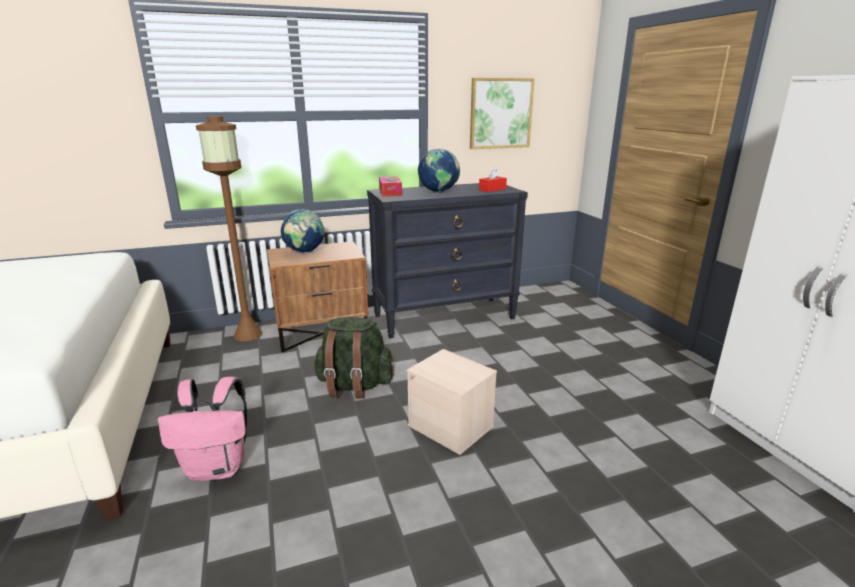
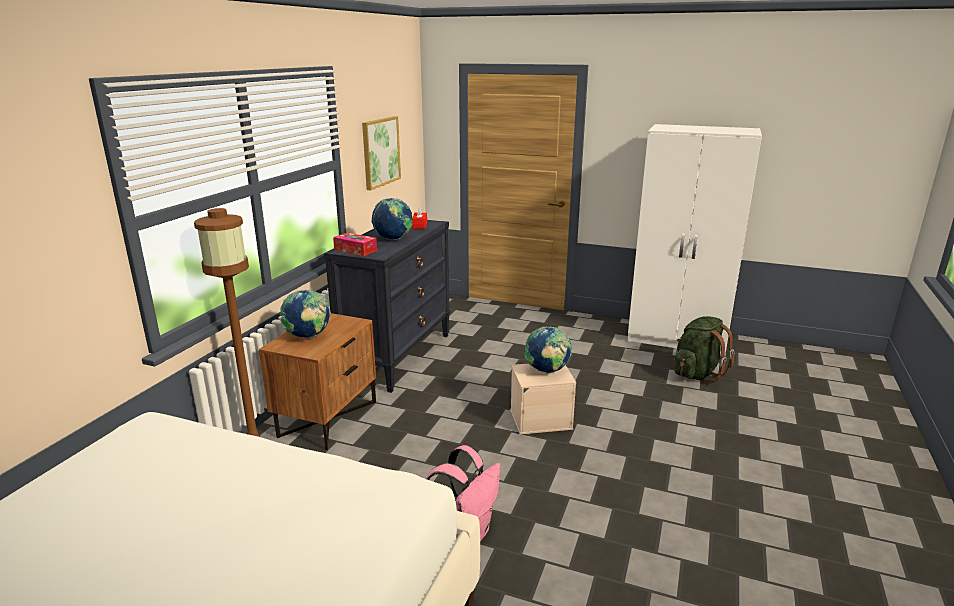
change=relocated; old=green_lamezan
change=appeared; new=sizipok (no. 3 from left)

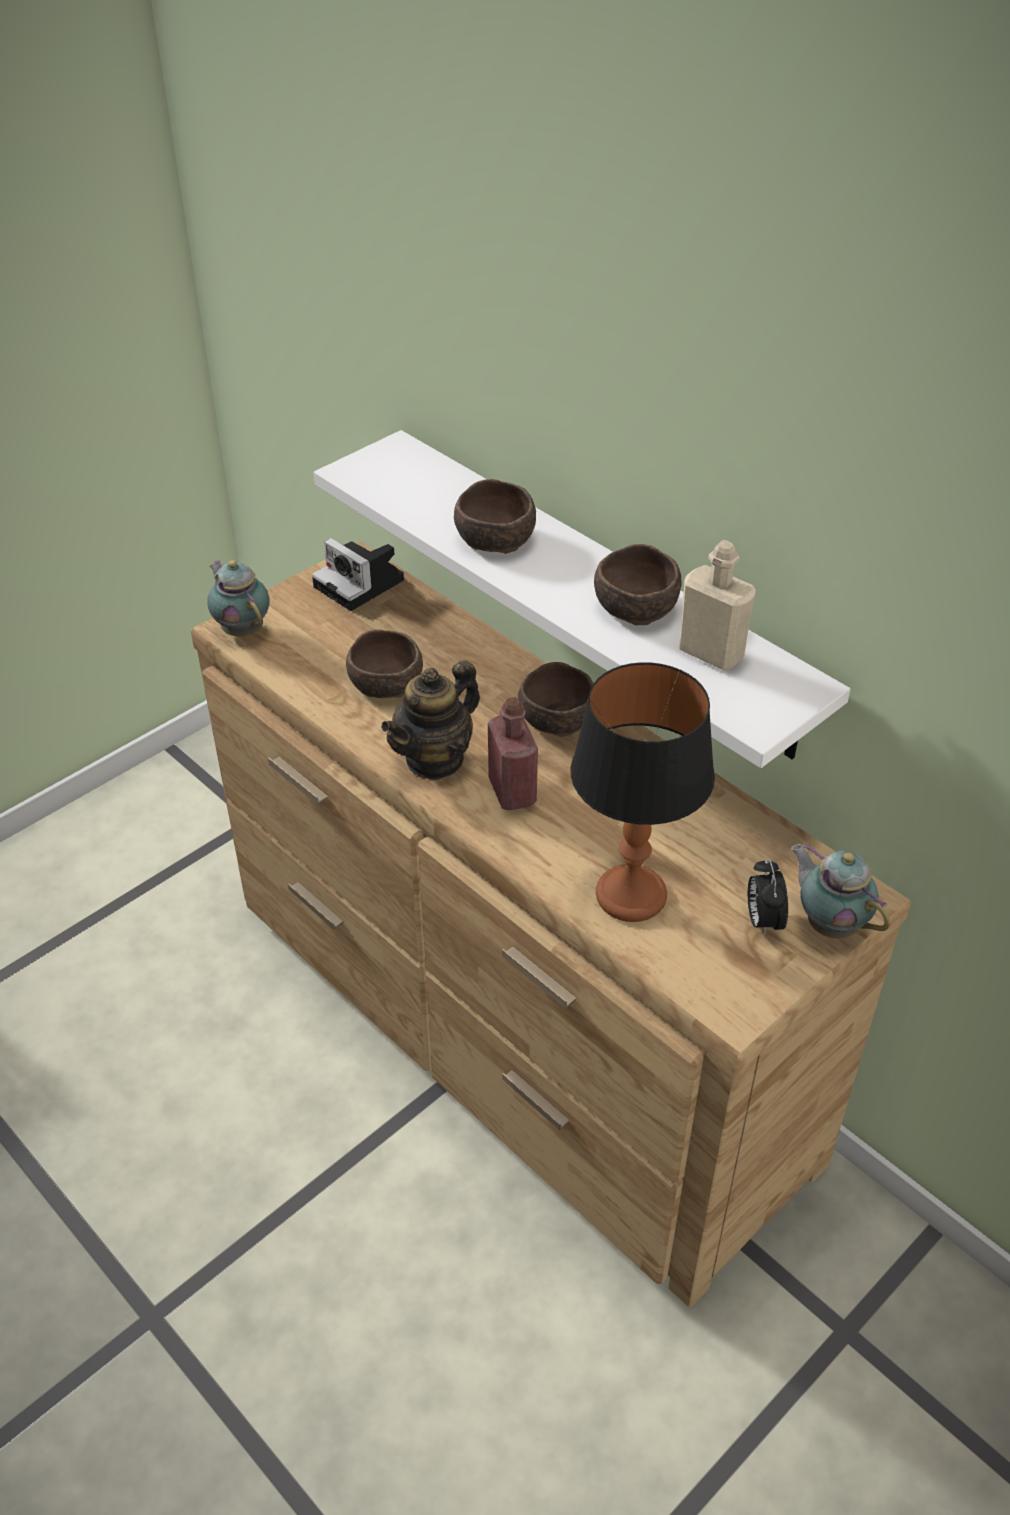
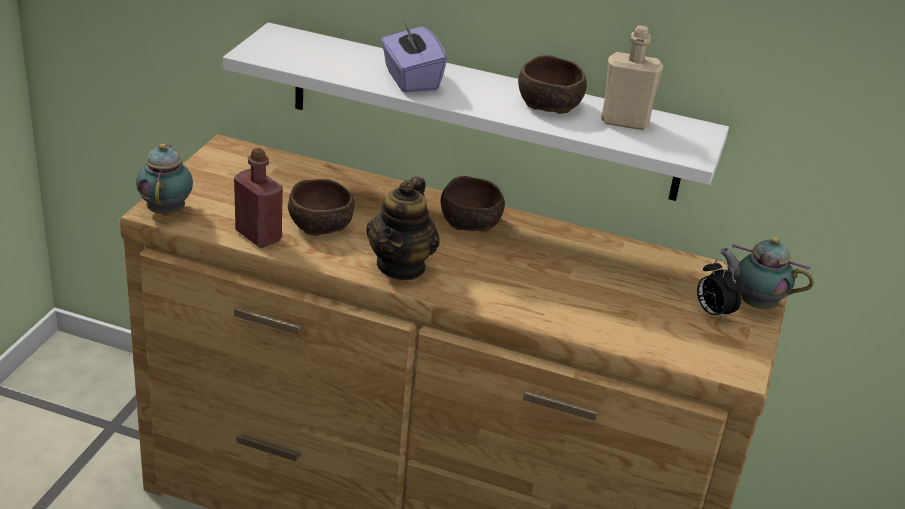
change=spun; old=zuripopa (no. 1 from left); degrees=60
change=missing; old=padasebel
change=exchanged; old=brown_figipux (no. 2 from left); new=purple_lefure
change=relocated; old=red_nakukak
change=missing; old=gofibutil

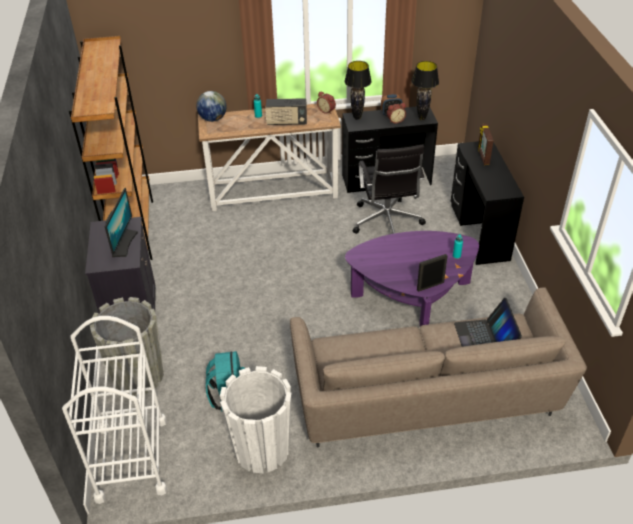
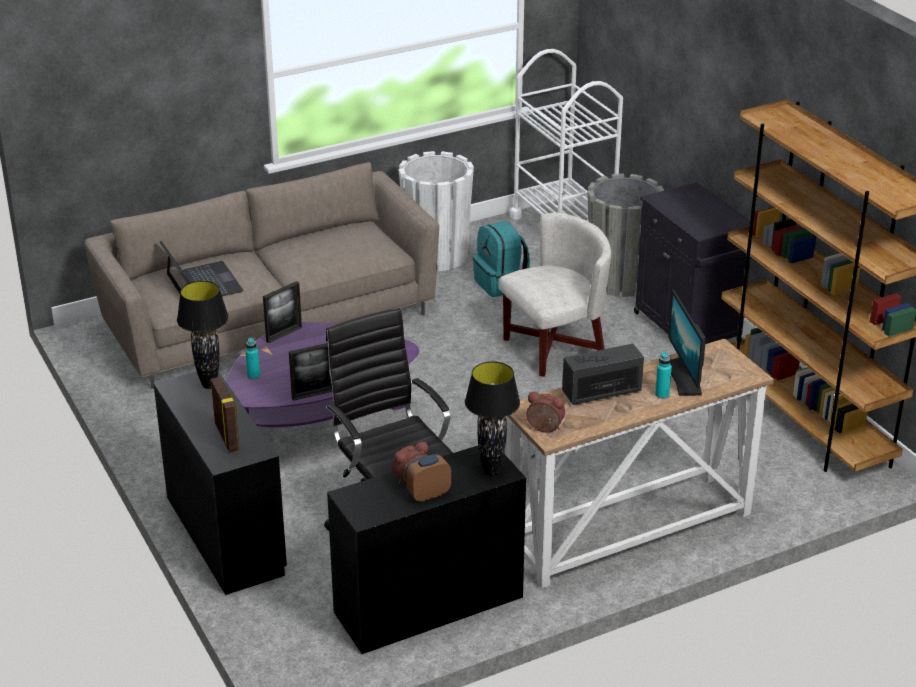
change=relocated; old=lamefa
change=missing; old=sizipok
change=relocated; old=black_gofibutil (no. 2 from left in the first image); new=black_gofibutil (no. 1 from left)
change=appeared; new=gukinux (no. 3 from left)
change=appeared; new=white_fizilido

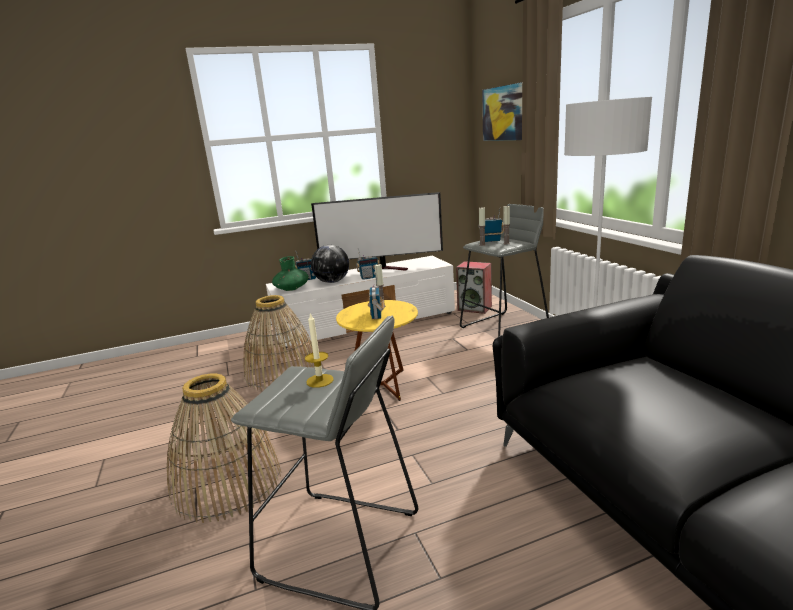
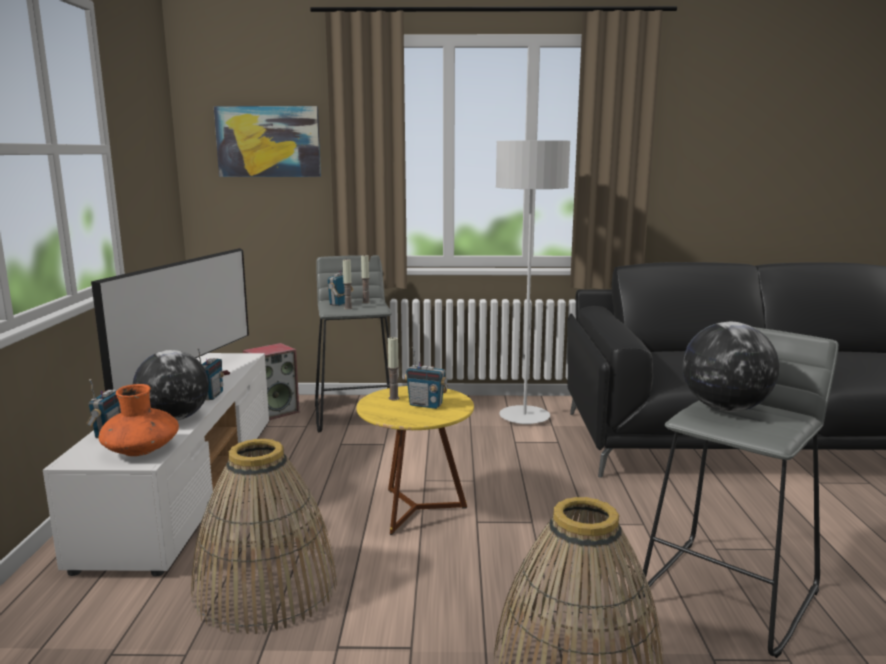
change=colour; old=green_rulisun; new=orange_rulisun
change=exchanged; old=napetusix (no. 1 from left); new=sizipok (no. 2 from left)

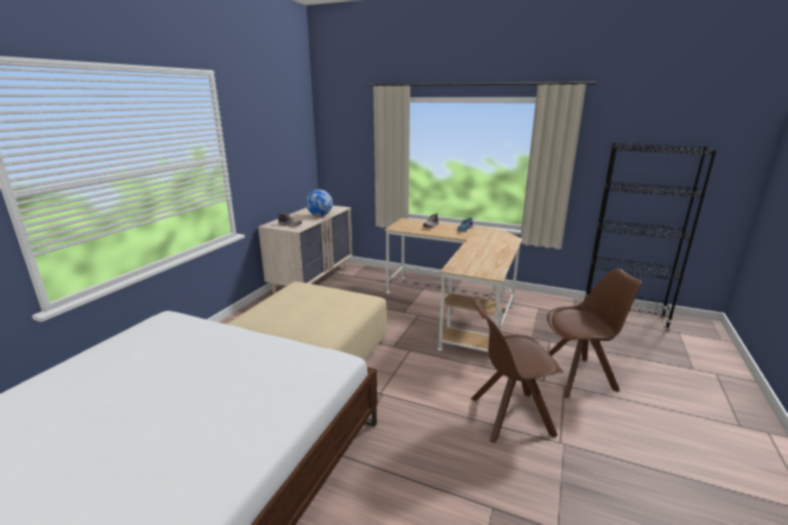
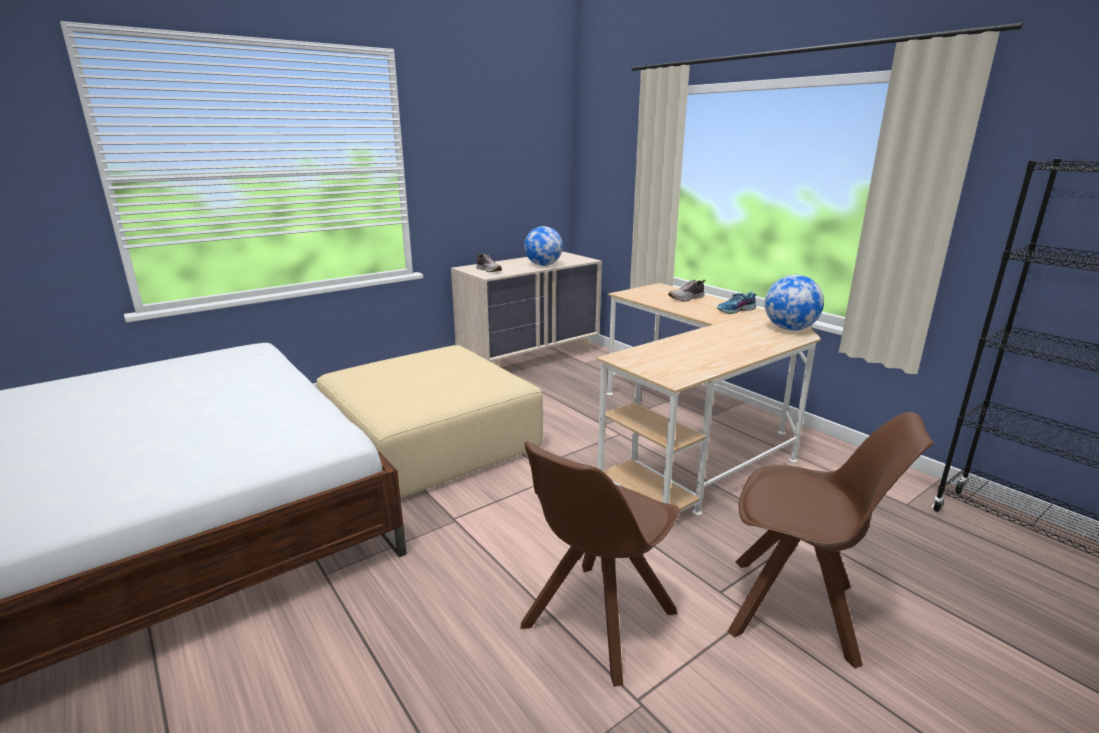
change=spun; old=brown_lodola (no. 1 from left); degrees=-75
change=appeared; new=sizipok (no. 2 from left)

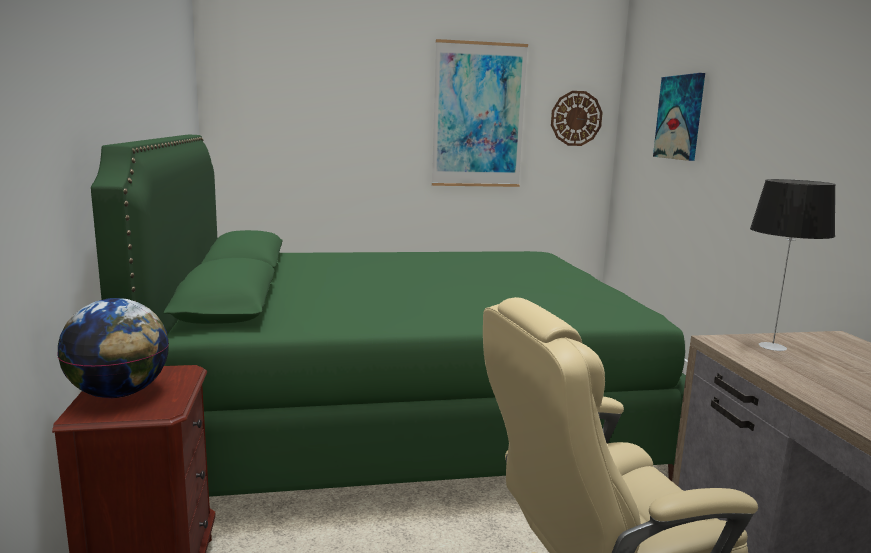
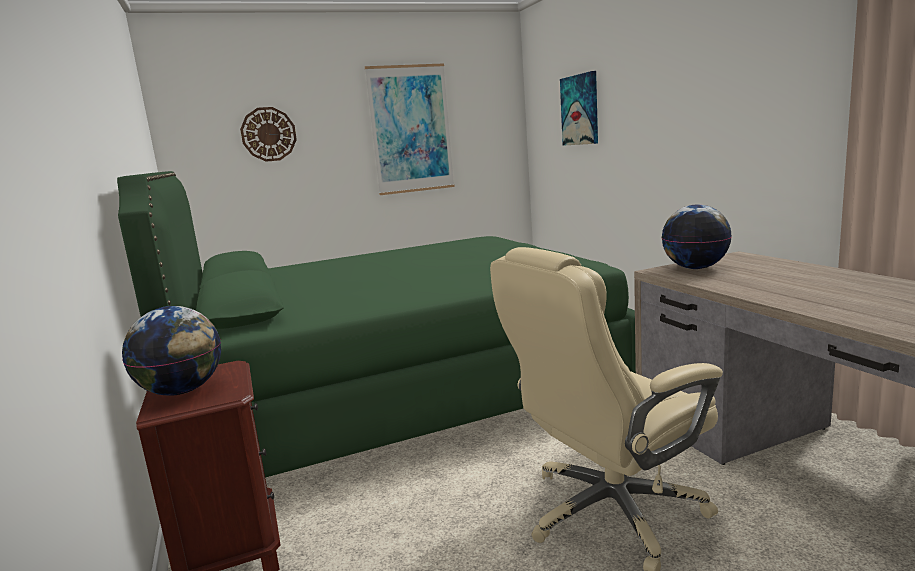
change=relocated; old=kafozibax
change=exchanged; old=gofibutil; new=sizipok (no. 2 from left)

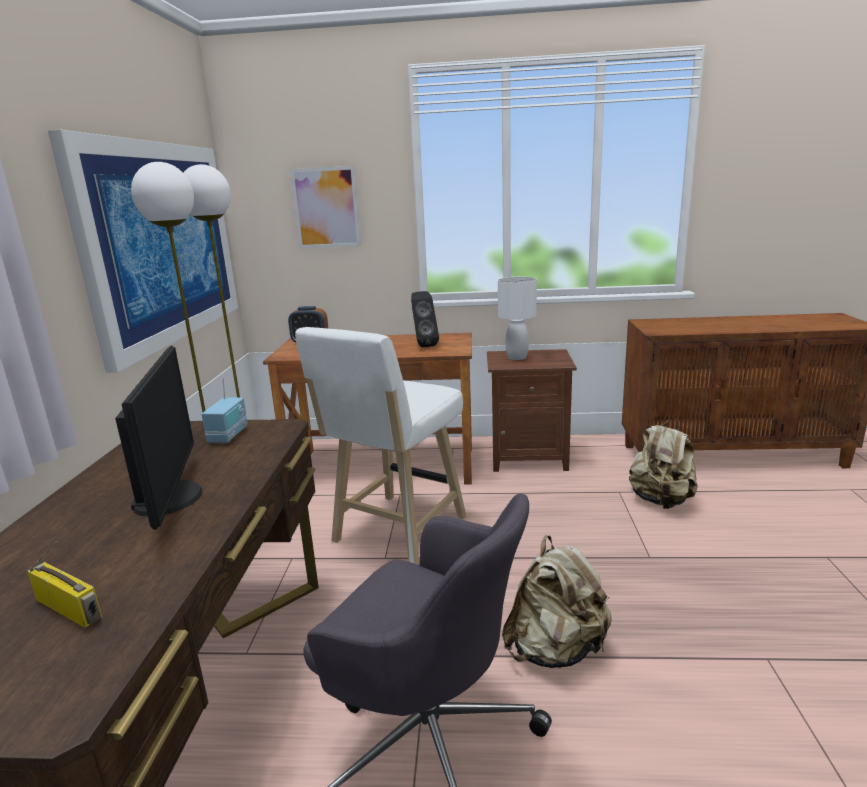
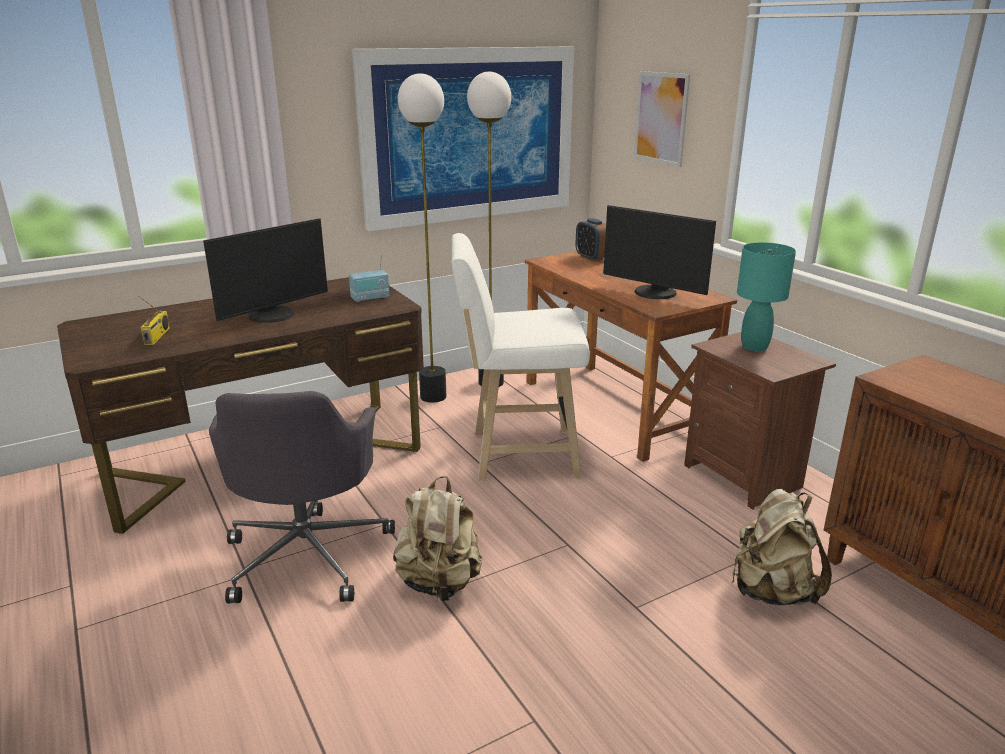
change=exchanged; old=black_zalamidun; new=lamefa (no. 2 from left)
change=colour; old=white_gofibutil; new=turquoise_gofibutil

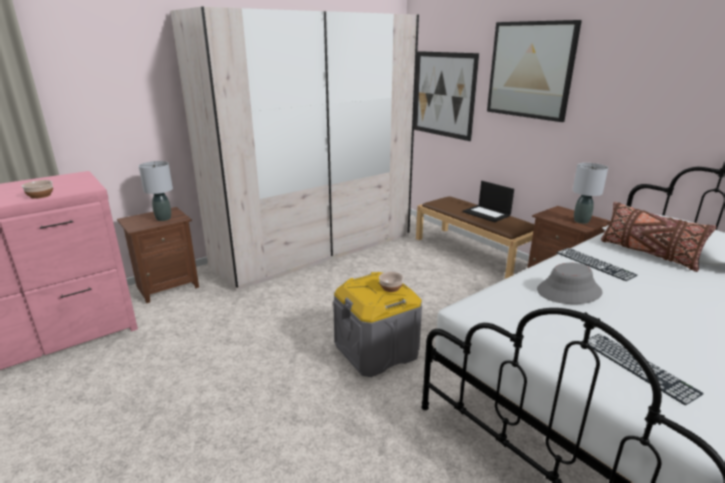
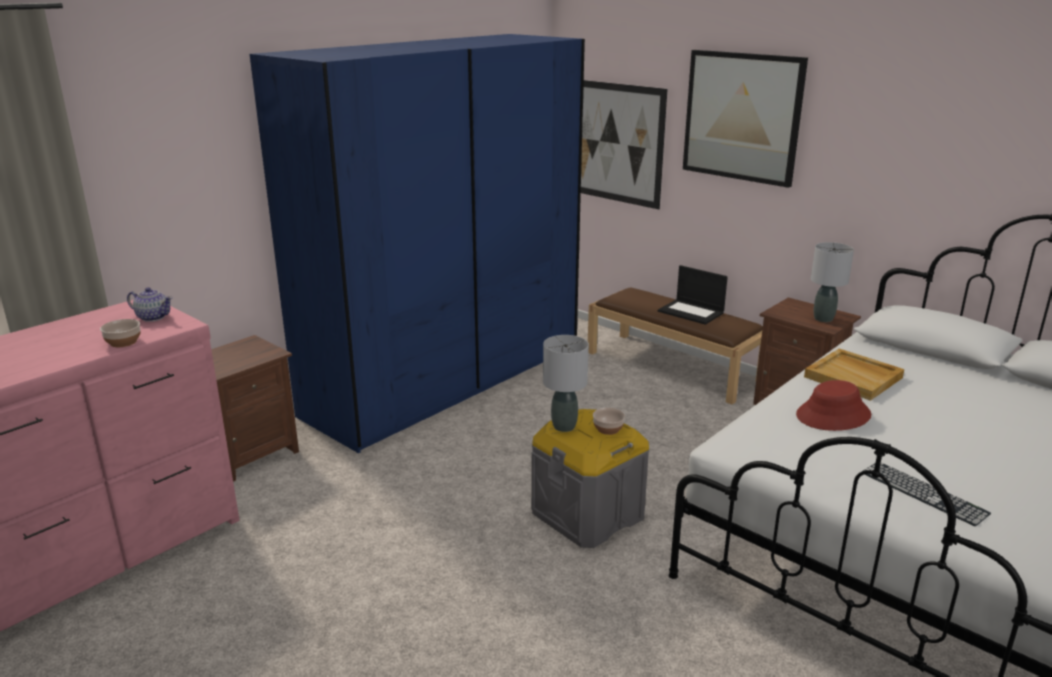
change=relocated; old=grey_gofibutil (no. 1 from left)
change=colour; old=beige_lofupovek; new=blue_lofupovek
change=colour; old=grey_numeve; new=red_numeve
change=exchanged; old=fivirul (no. 1 from left); new=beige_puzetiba
change=missing; old=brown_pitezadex
change=appeared; new=zuripopa

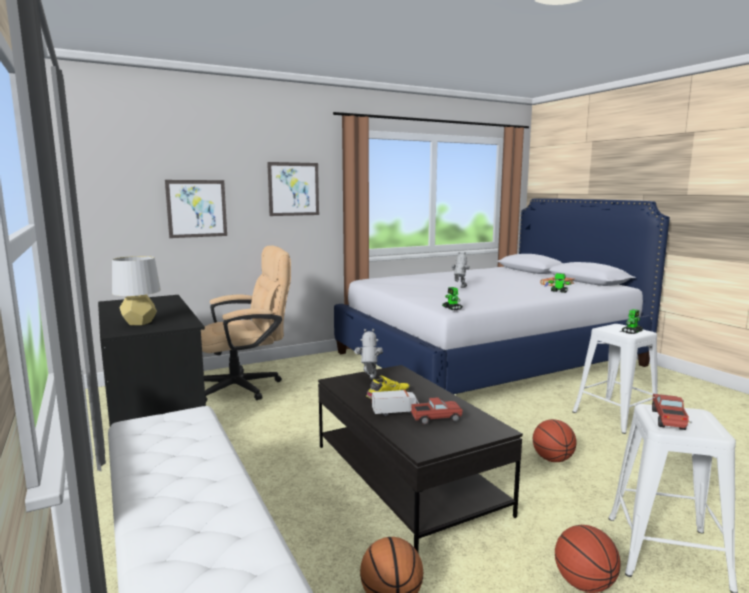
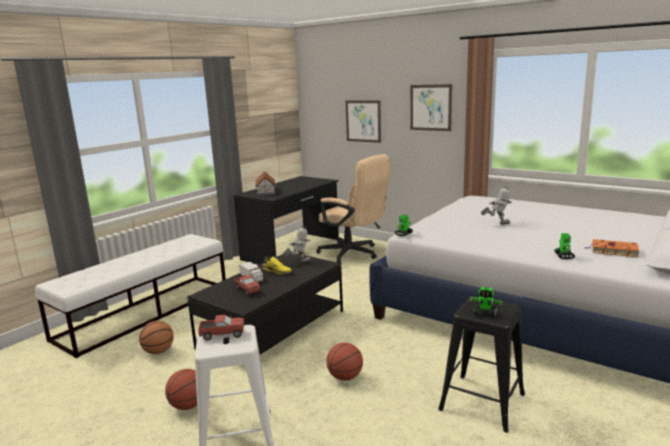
change=exchanged; old=grey_gofibutil; new=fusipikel
change=colour; old=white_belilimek (no. 1 from left); new=black_belilimek

